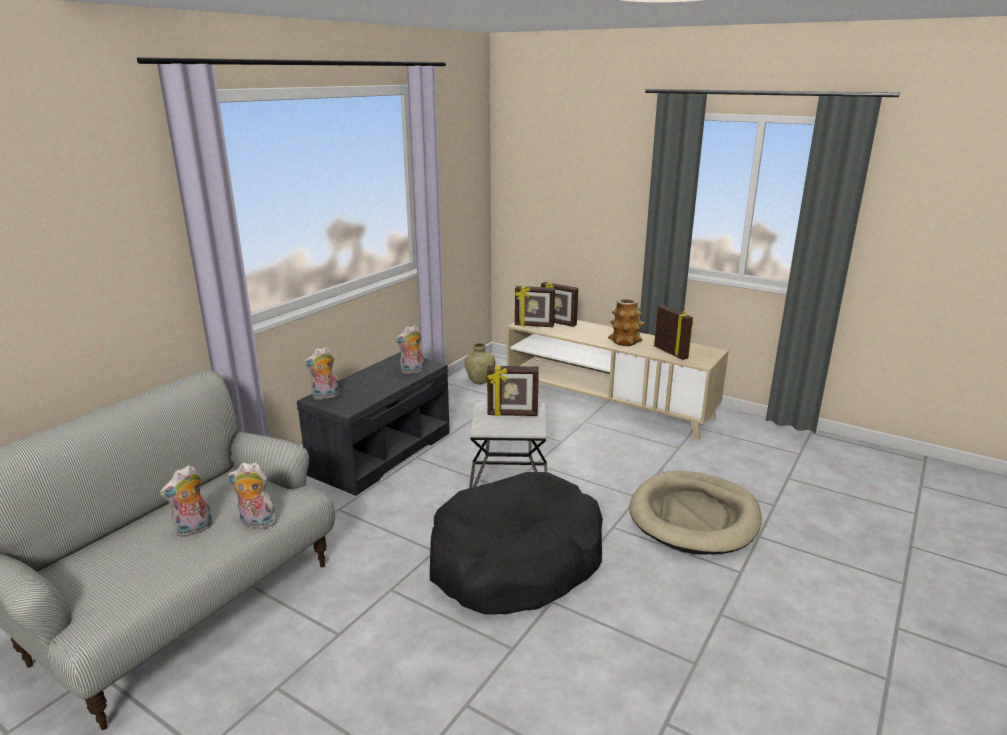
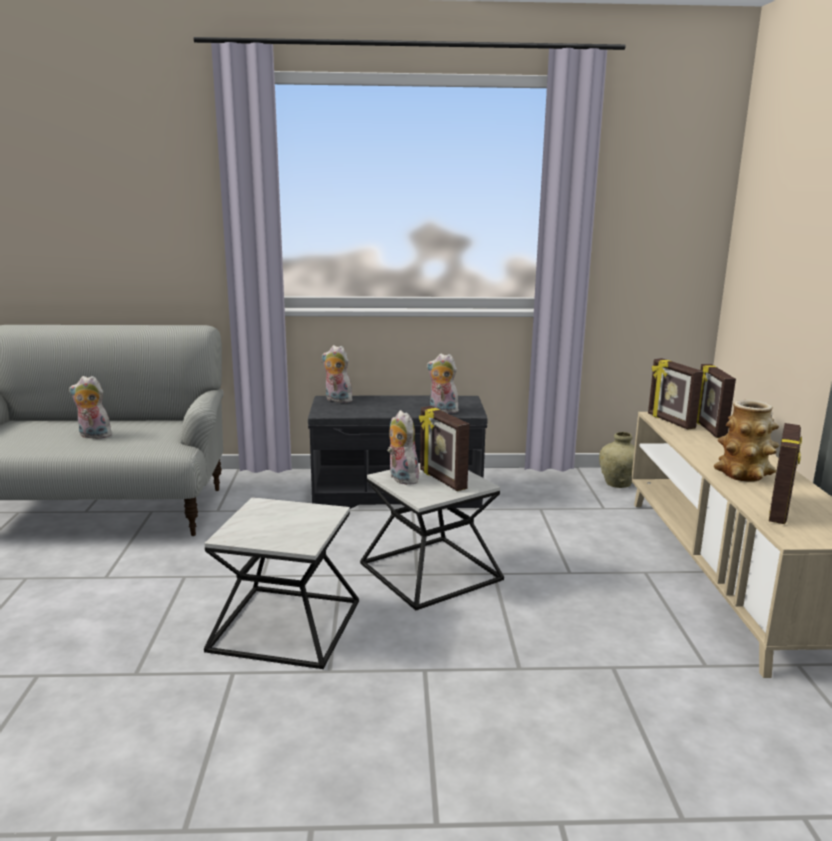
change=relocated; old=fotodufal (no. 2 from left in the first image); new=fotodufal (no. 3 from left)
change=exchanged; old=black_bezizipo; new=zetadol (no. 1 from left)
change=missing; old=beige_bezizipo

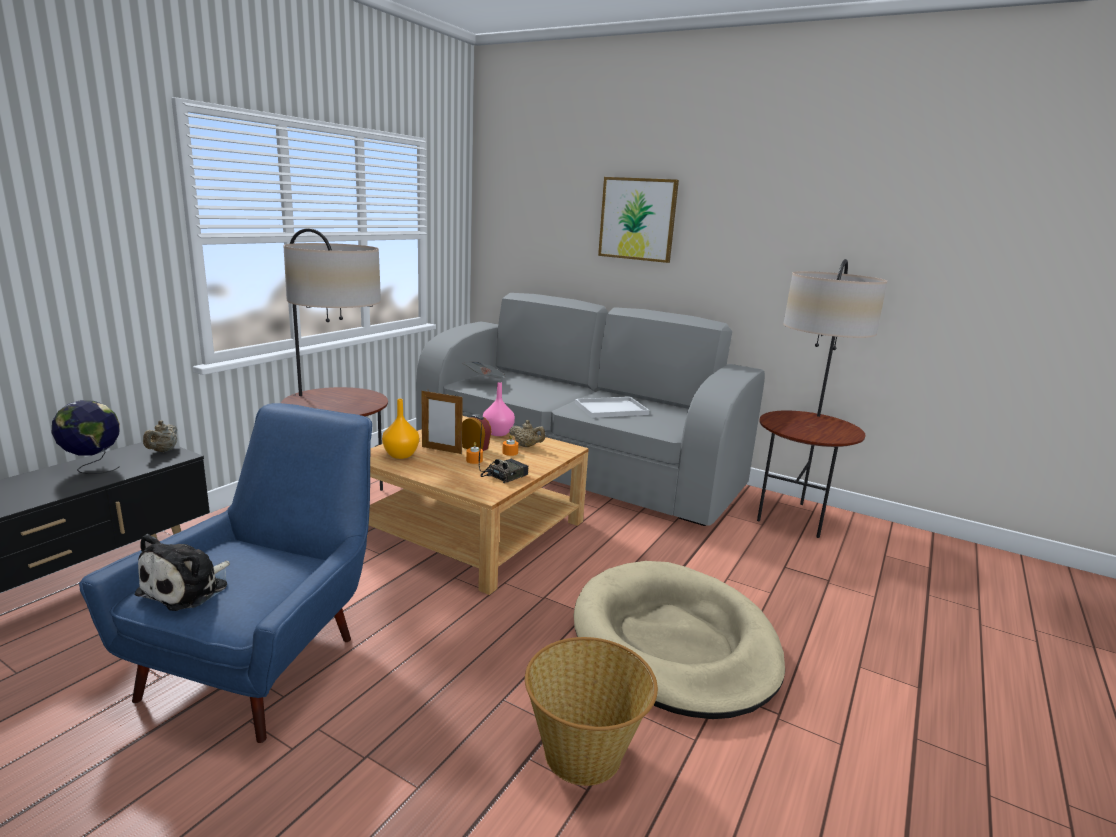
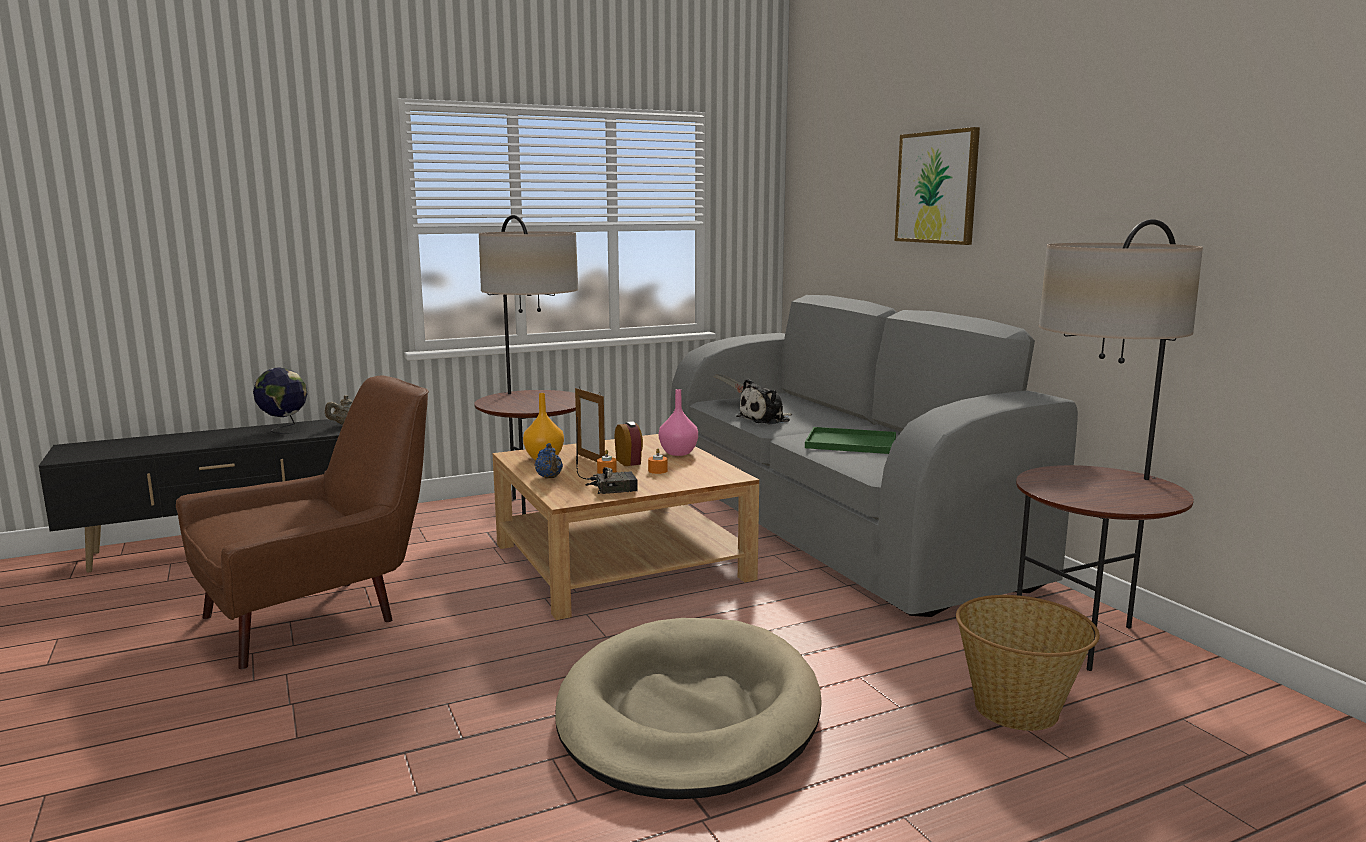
change=colour; old=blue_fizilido; new=brown_fizilido
change=relocated; old=fotodufal
change=missing; old=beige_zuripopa (no. 2 from left)
change=relocated; old=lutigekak
change=colour; old=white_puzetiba; new=green_puzetiba
change=appeared; new=blue_zuripopa

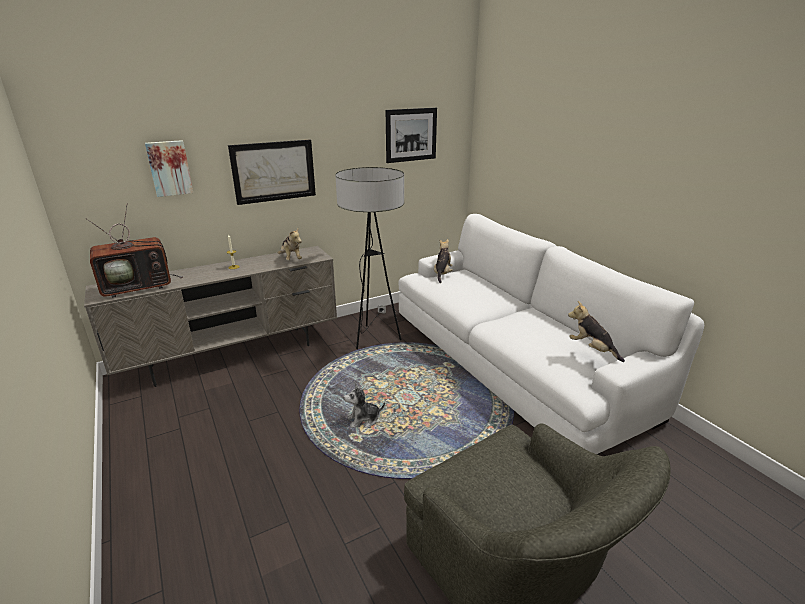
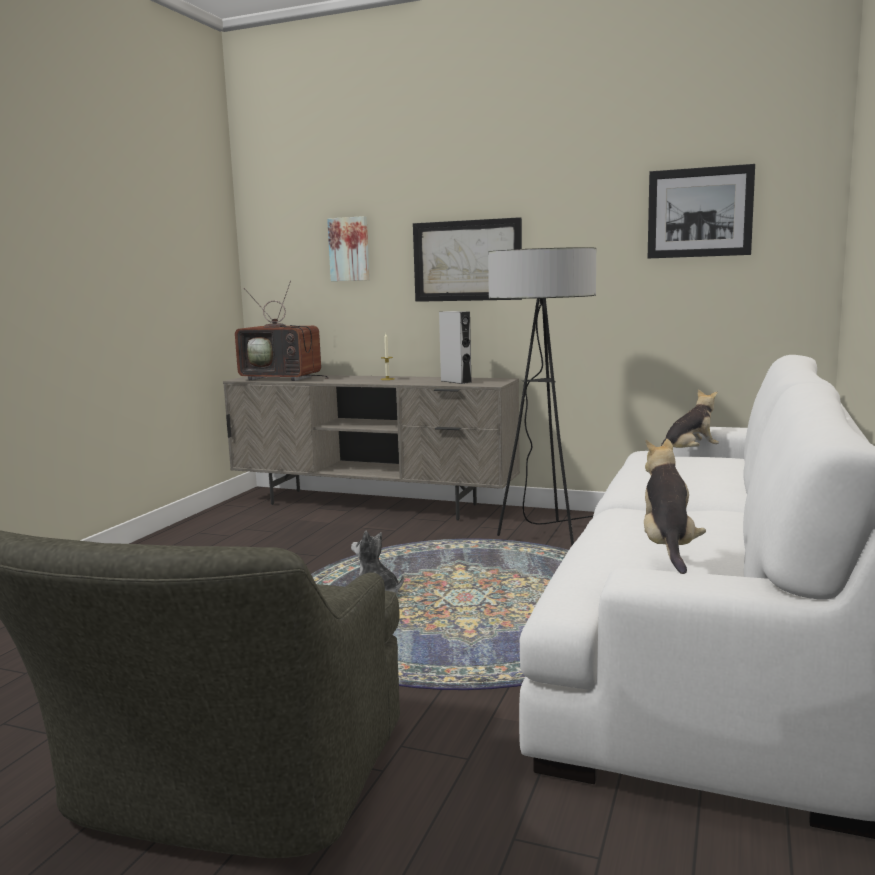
change=exchanged; old=fotodufal (no. 1 from left); new=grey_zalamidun

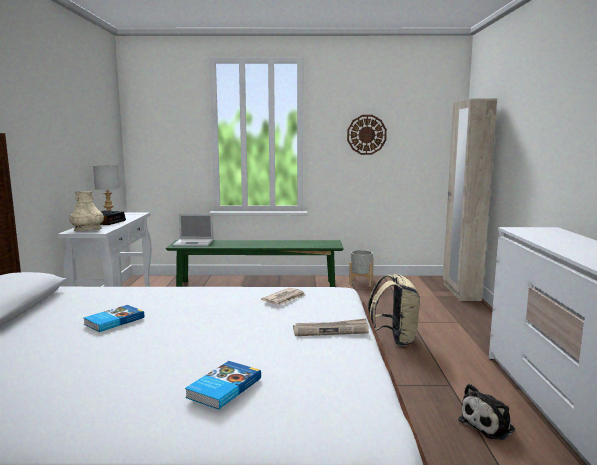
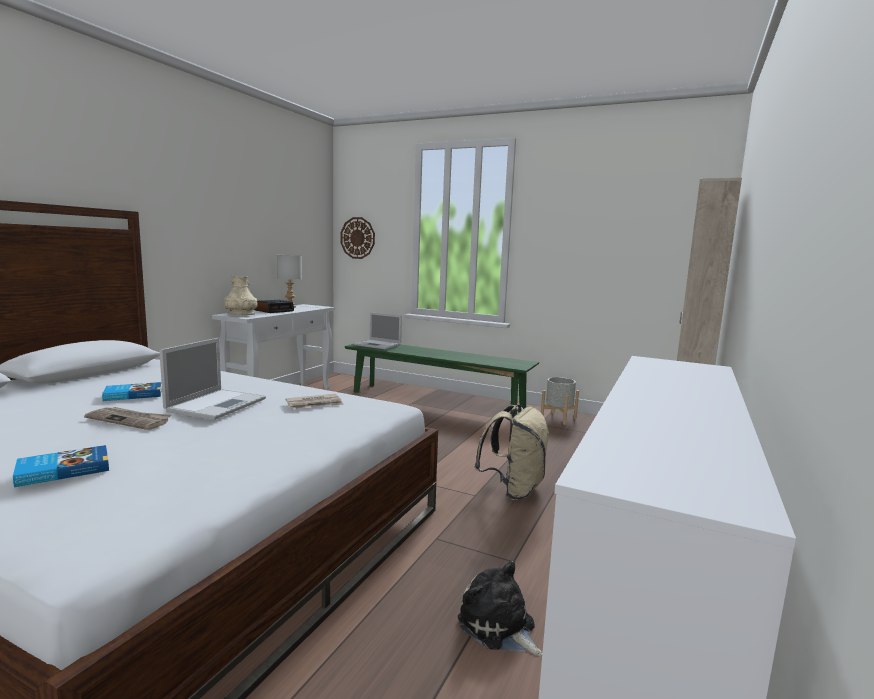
change=relocated; old=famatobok (no. 2 from left in the first image); new=famatobok (no. 1 from left)
change=relocated; old=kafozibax
change=spun; old=fotodufal; degrees=60
change=appeared; new=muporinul (no. 1 from left)

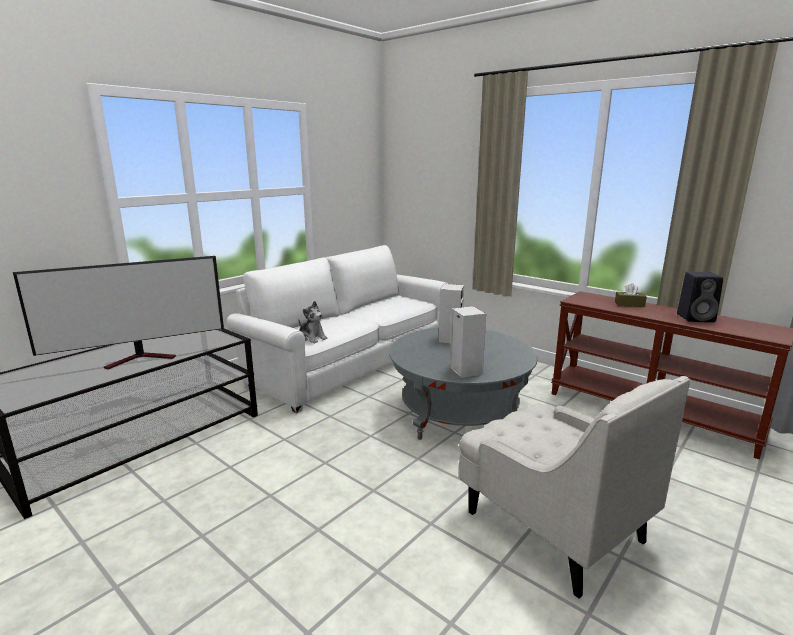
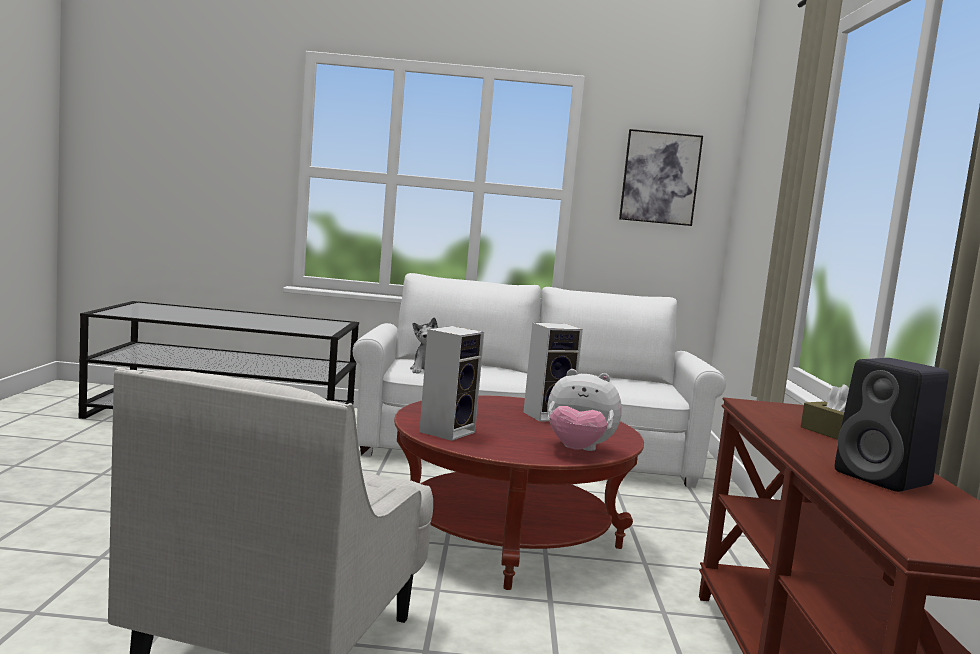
change=missing; old=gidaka
change=colour; old=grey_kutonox; new=red_kutonox
change=appeared; new=fotodufal (no. 2 from left)
change=appeared; new=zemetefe

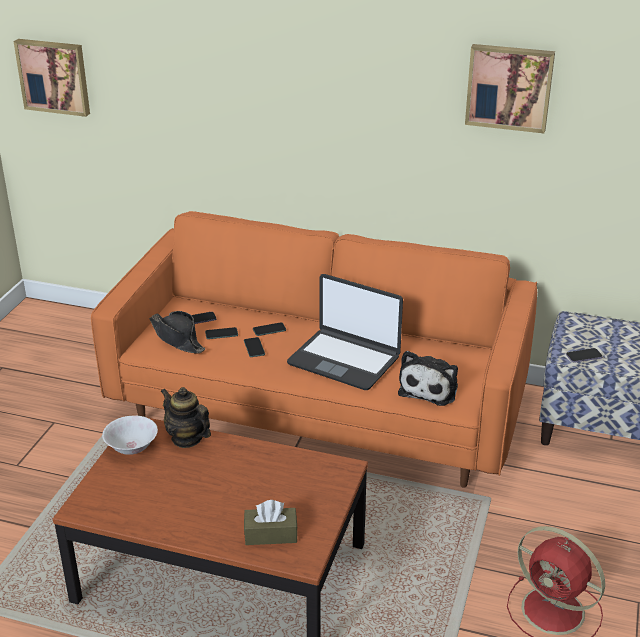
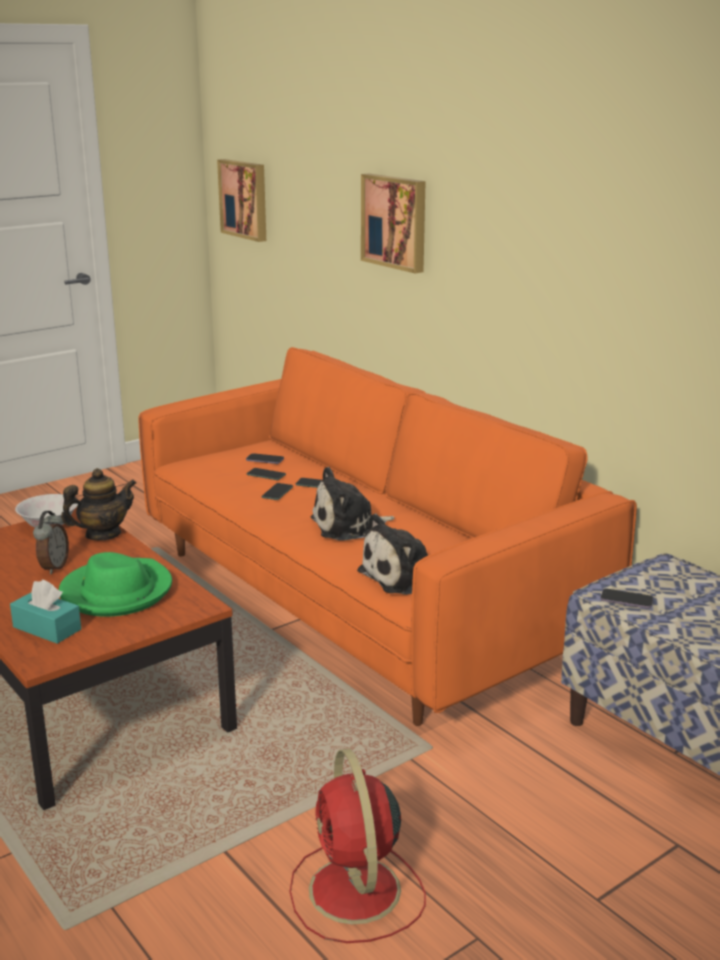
change=missing; old=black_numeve
change=spun; old=zuripopa; degrees=75
change=colour; old=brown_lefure; new=turquoise_lefure
change=exchanged; old=muporinul; new=fotodufal (no. 1 from left)
change=relocated; old=zemetefe (no. 2 from left)
change=appeared; new=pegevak
change=appeared; new=green_numeve

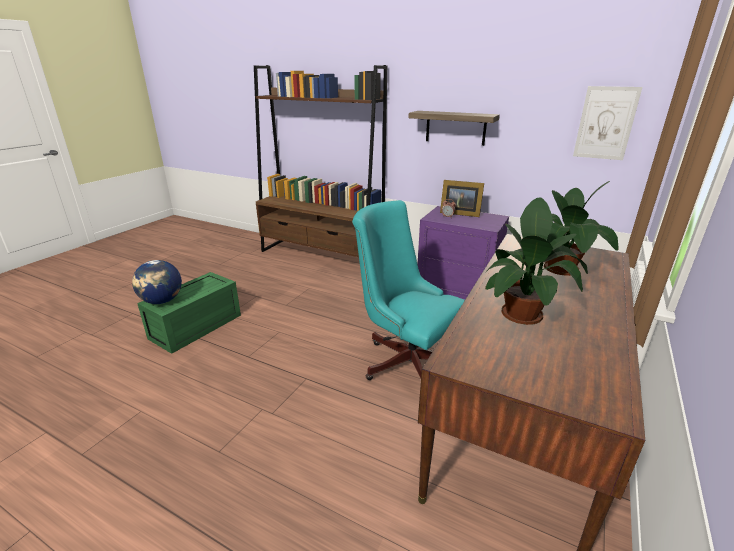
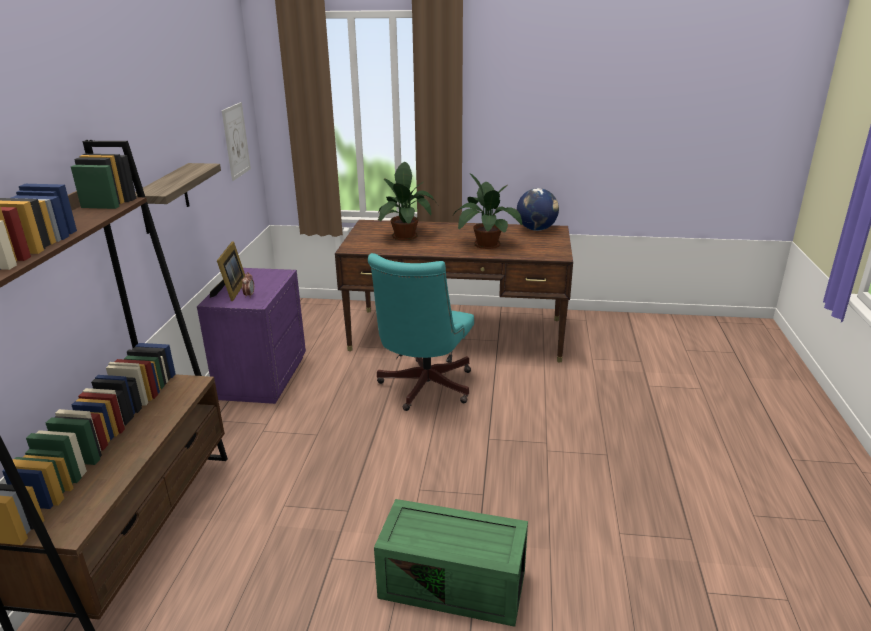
change=relocated; old=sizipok

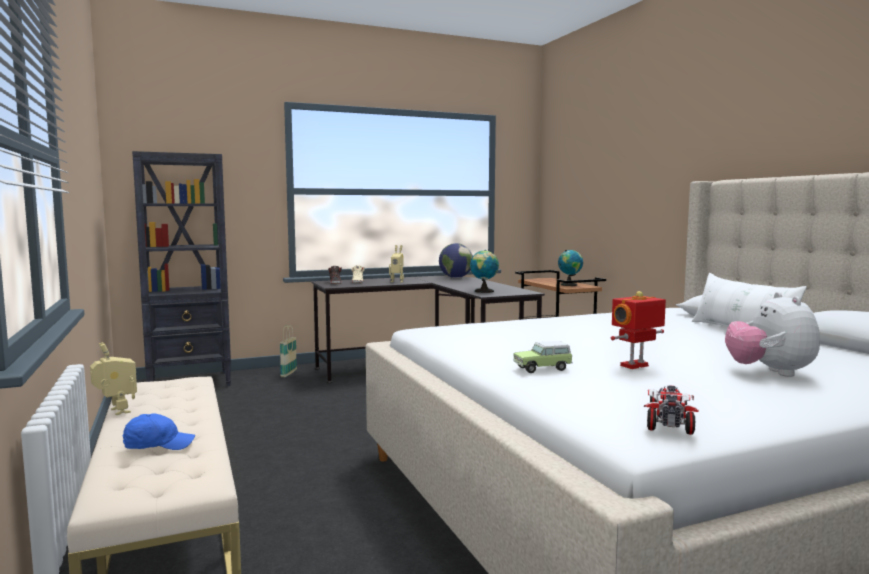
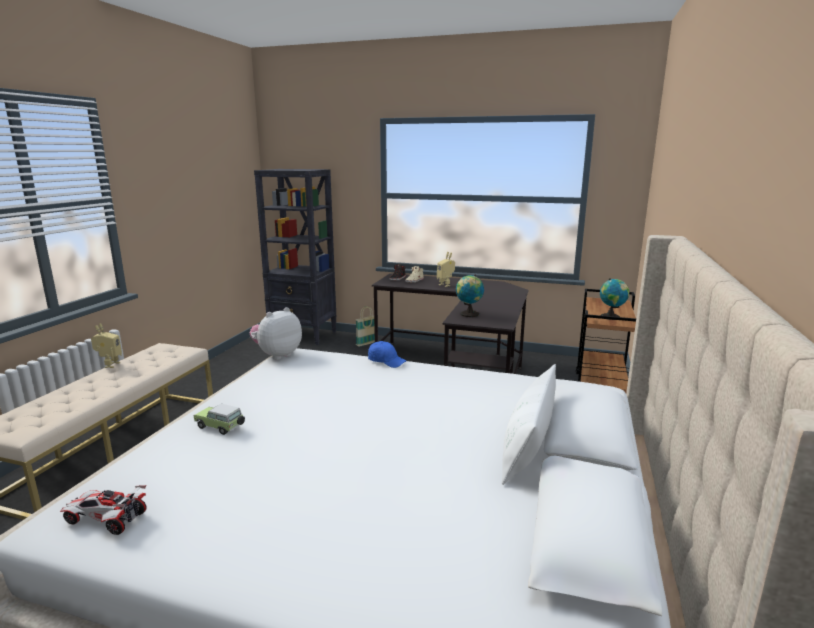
change=relocated; old=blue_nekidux
change=missing; old=sizipok (no. 1 from left)
change=missing; old=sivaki (no. 3 from left)
change=spun; old=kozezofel (no. 2 from left in the first image); degrees=-135
change=relocated; old=fotodufal

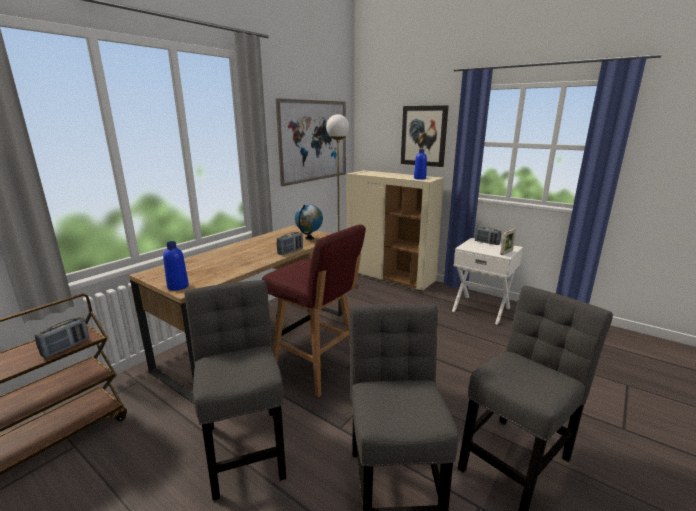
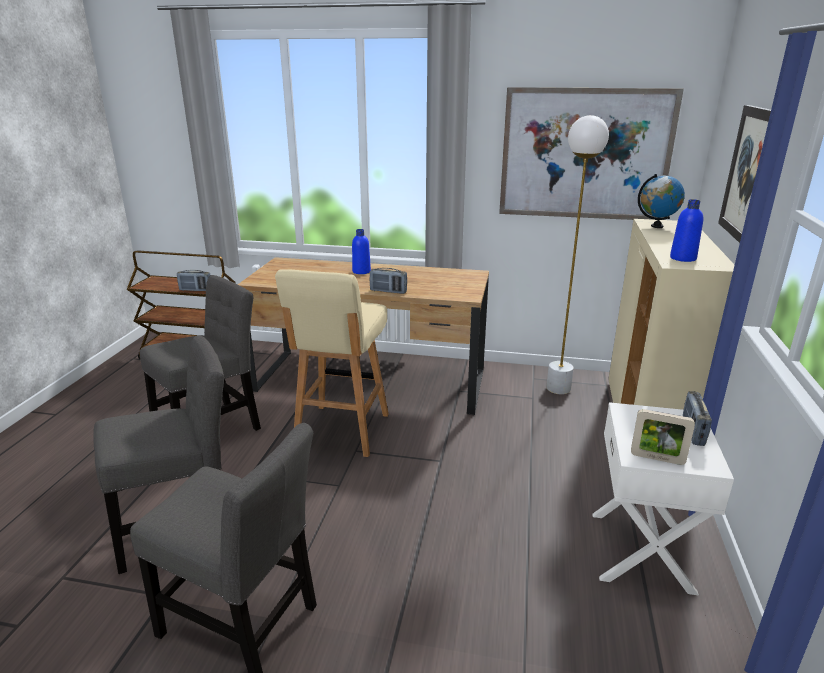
change=relocated; old=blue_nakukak (no. 1 from left)
change=colour; old=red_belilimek; new=beige_belilimek
change=relocated; old=sizipok

